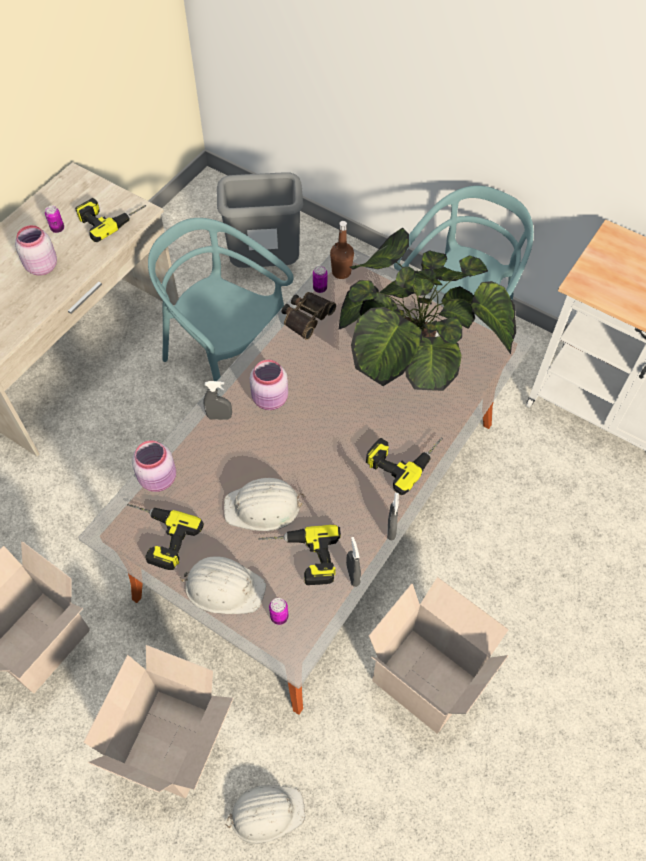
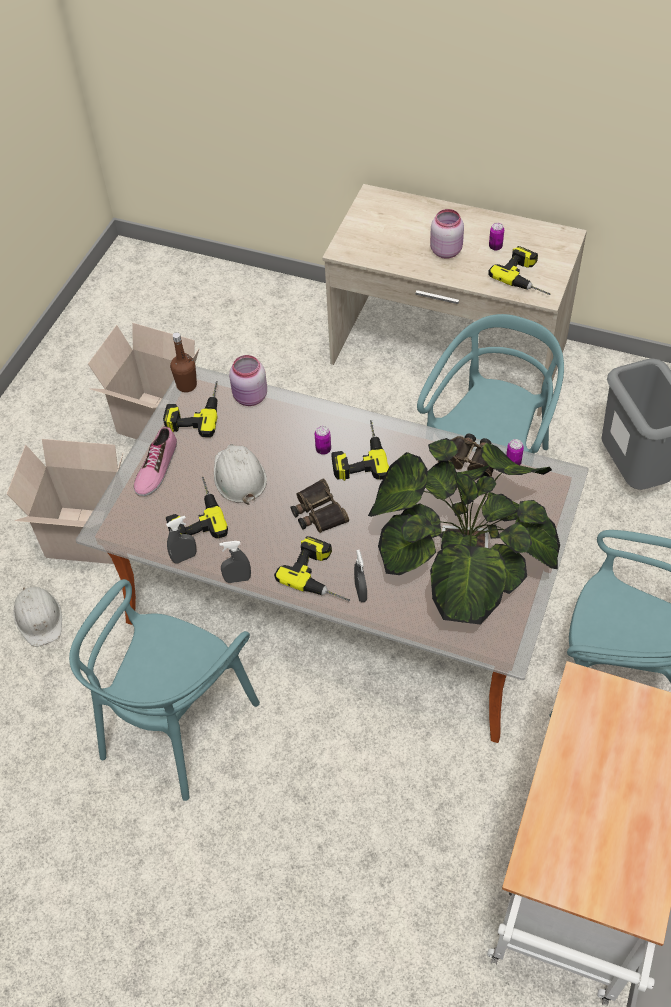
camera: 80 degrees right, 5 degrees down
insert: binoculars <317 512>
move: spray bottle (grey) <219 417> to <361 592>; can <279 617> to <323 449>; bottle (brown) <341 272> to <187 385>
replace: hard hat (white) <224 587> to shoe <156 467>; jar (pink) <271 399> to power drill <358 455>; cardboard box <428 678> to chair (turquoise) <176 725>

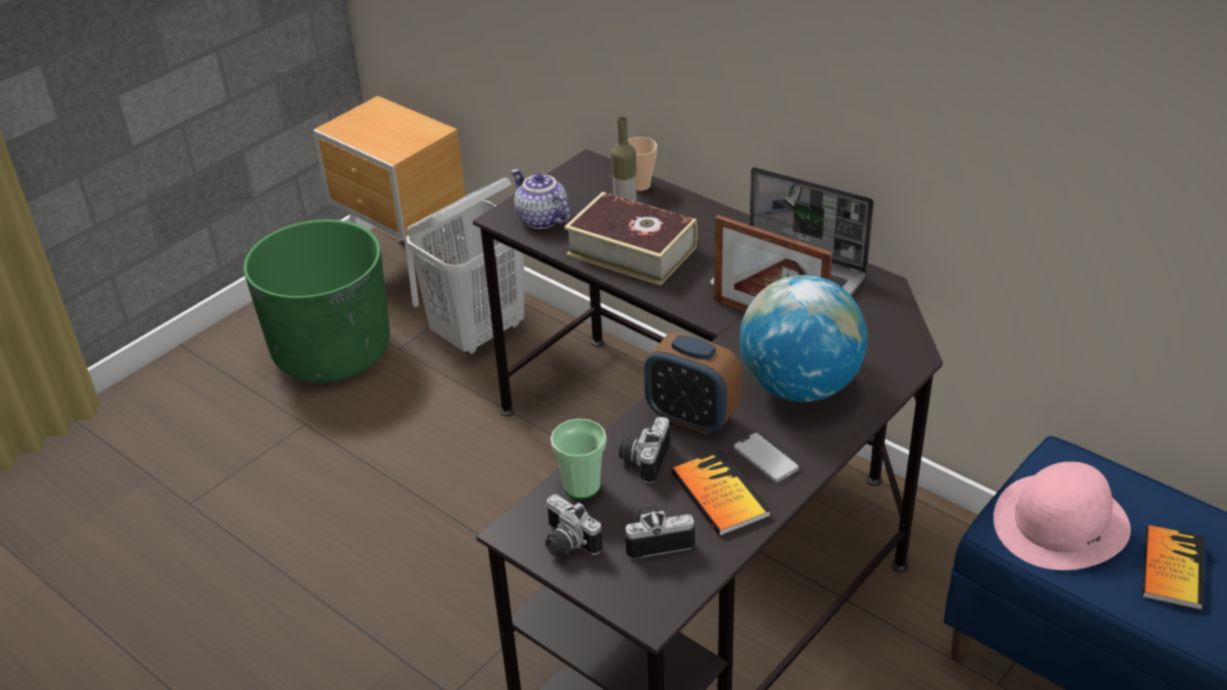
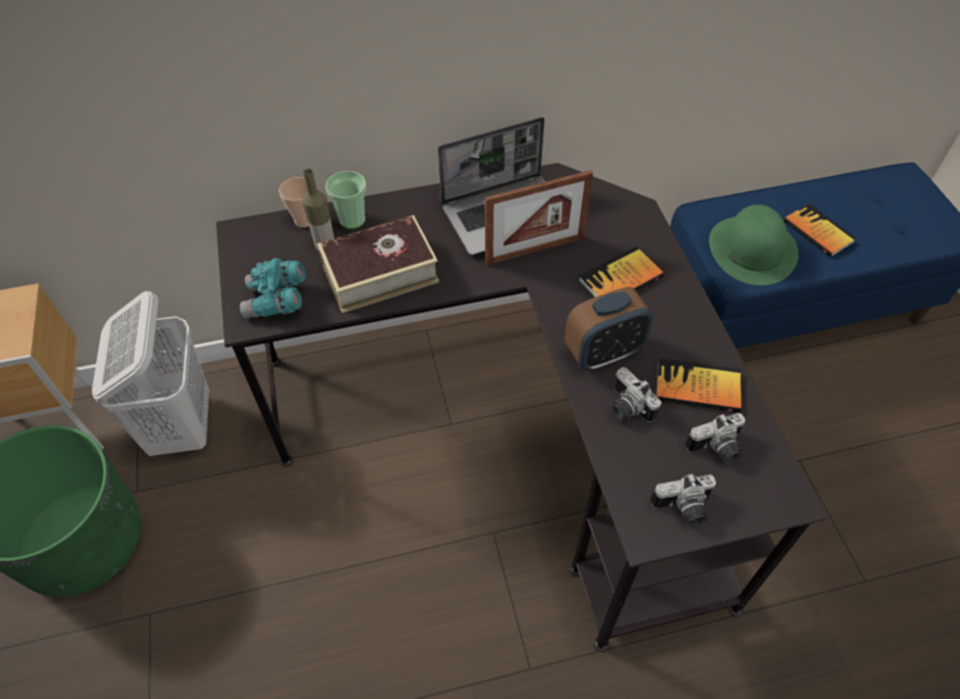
camera: 55 degrees left, 15 degrees up
delete: phone <765 458>
move: cup <582 486> to <352 220>
replace: teapot <540 219> to binoculars (turquoise) <277 301>; globe <799 386> to book <620 279>
recolor: hat (pink) <1061 522> to hat (green) <751 249>
rotate: photo camera <657 539> = <717 449> 135 degrees counterclockwise

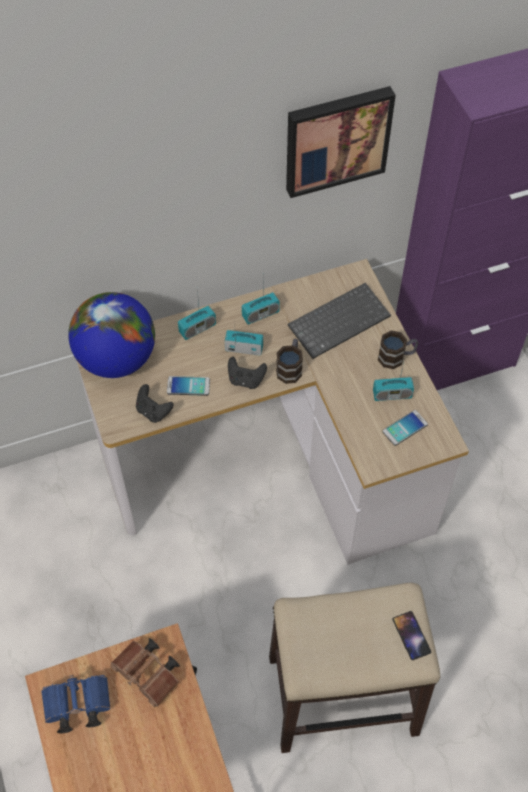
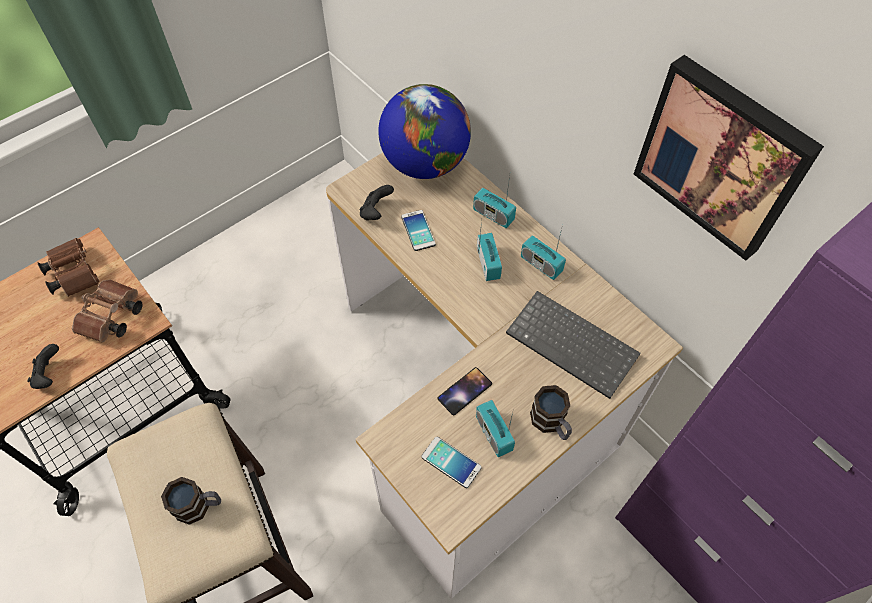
camera: 70 degrees right, 0 degrees up
move: game controller (black) <246 380> to <50 375>; mug <290 368> to <199 506>; phone <411 635> to <464 391>
recolor: binoculars (blue) <76 706> to binoculars (brown) <73 273>

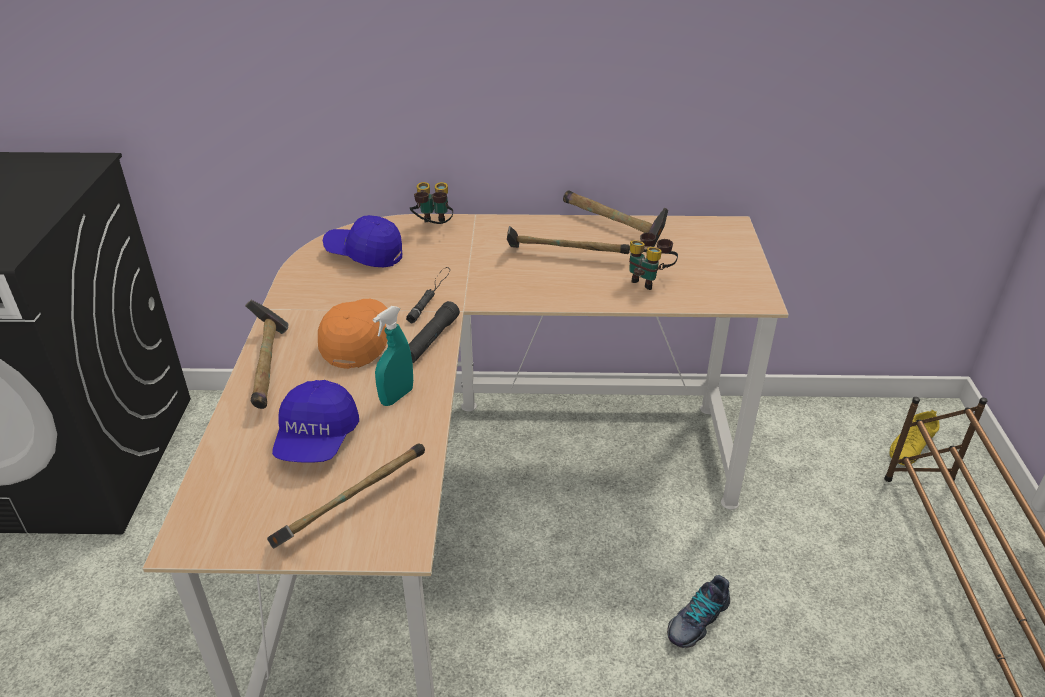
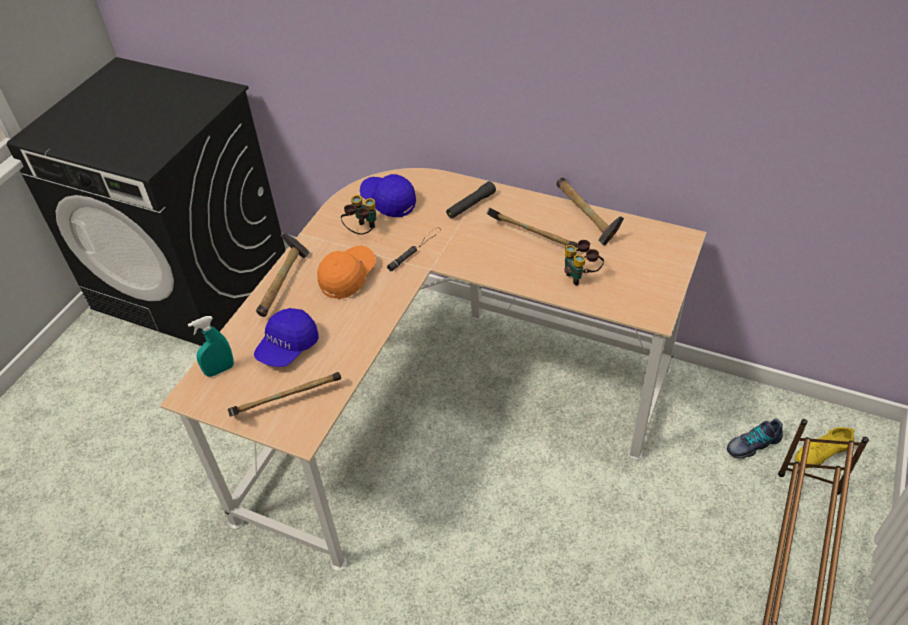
camera: 25 degrees right, 10 degrees up
move: spray bottle (turquoise) <396 396> to <220 370>; flashlight (black) <431 340> to <471 205>; binoculars <433 227> to <362 231>; shoe <697 620> to <752 444>

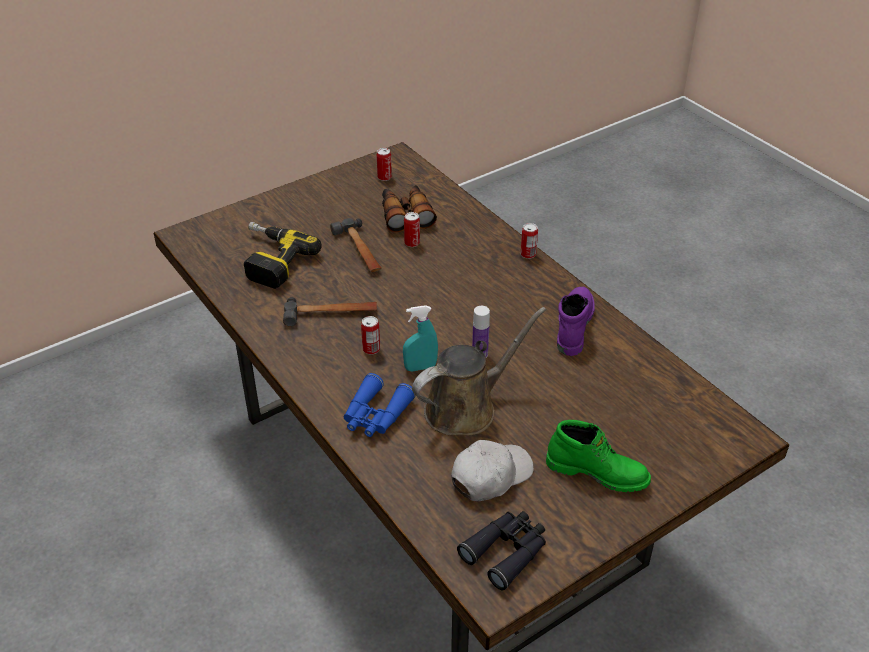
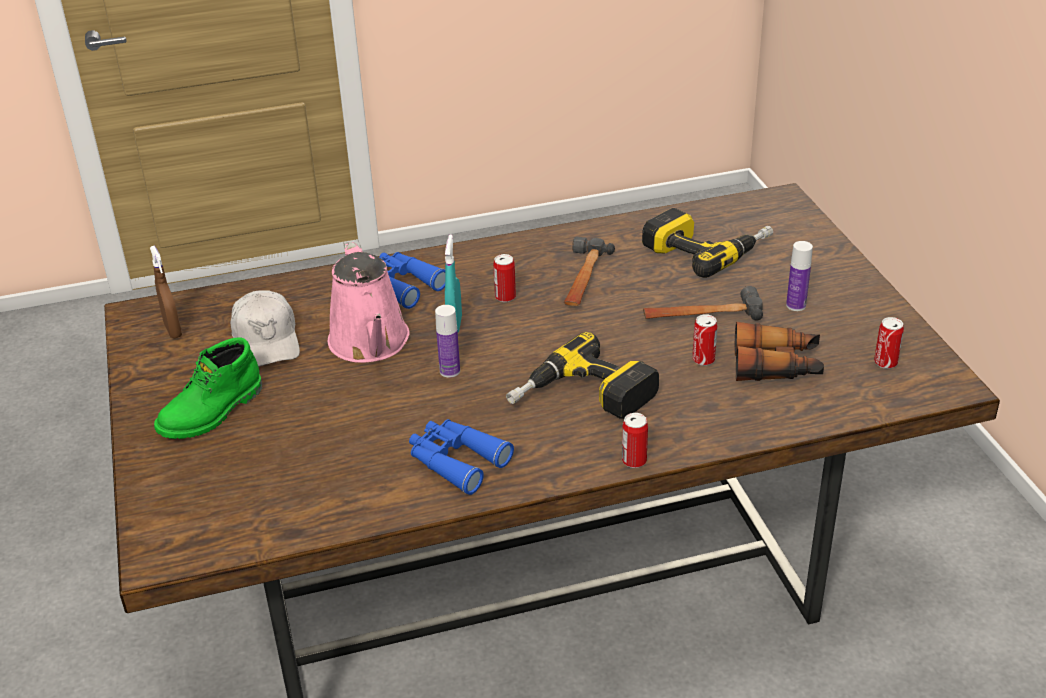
camera: 110 degrees right, 5 degrees down
insert: power drill <582 398>; bottle <796 305>
replace: binoculars (black) <506 551> to spray bottle (brown) <173 330>; boot (purple) <572 326> to binoculars (blue) <456 461>
recolor: watering can (brown) <466 408> to watering can (pink) <370 344>

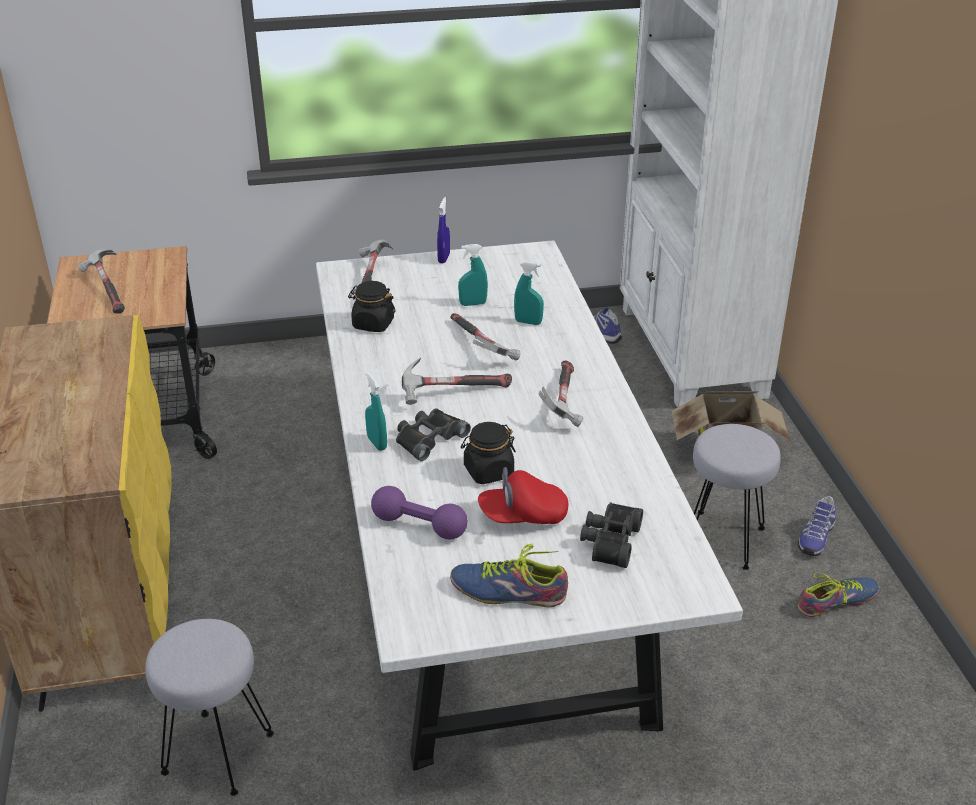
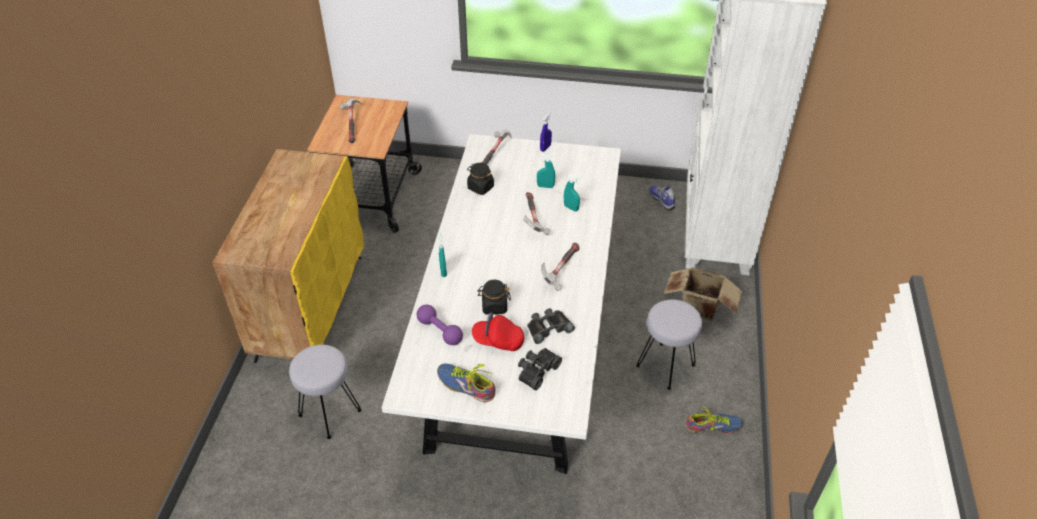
camera: 20 degrees right, 10 degrees up
delete: hammer <452 393>; shoe <815 537>
move: binoculars (black) <428 438> to <548 327>

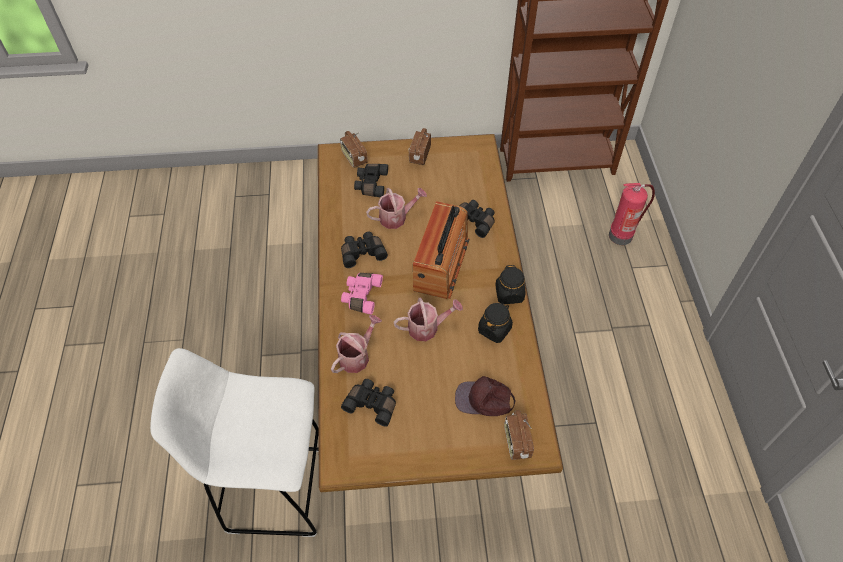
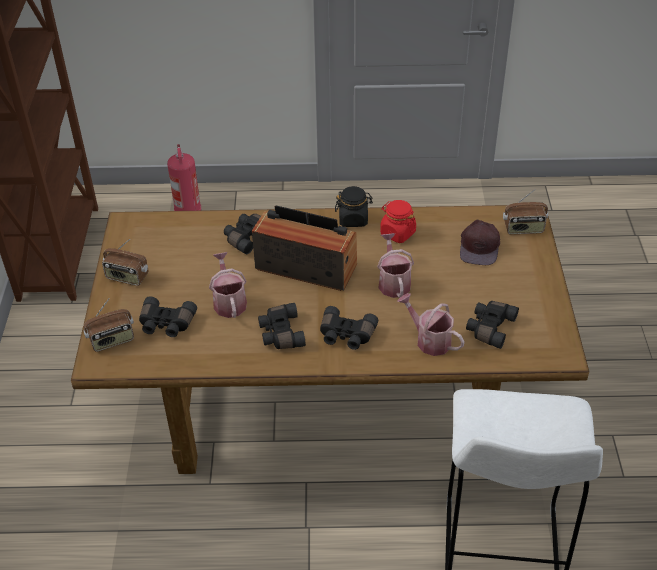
camera: 85 degrees left, 10 degrees down
recolor: binoculars (pink) <361 296> to binoculars (black) <346 335>; jar (black) <494 329> to jar (red) <397 233>

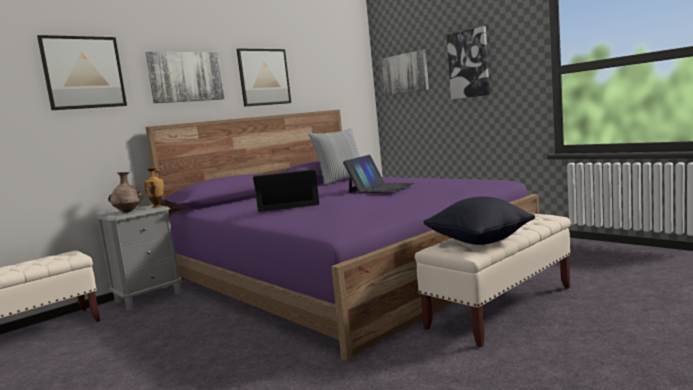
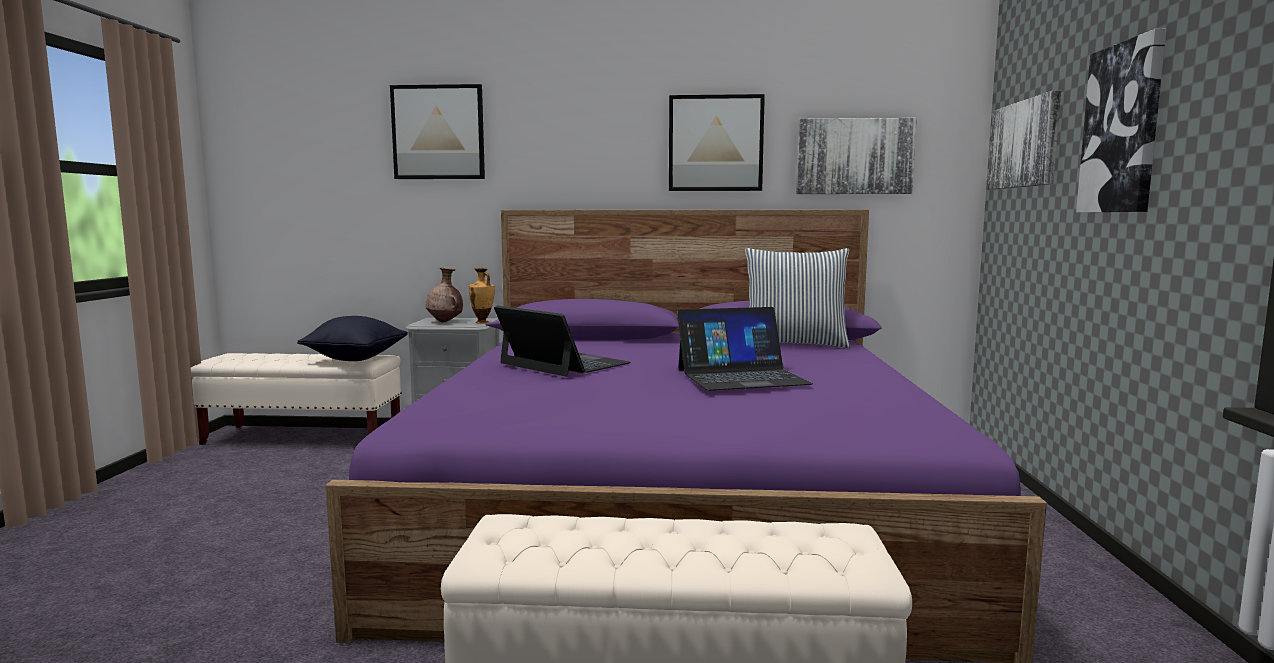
camera: 45 degrees right, 0 degrees up
move: picture <186 77> to <854 156>; pillow (black) <479 241> to <355 359>

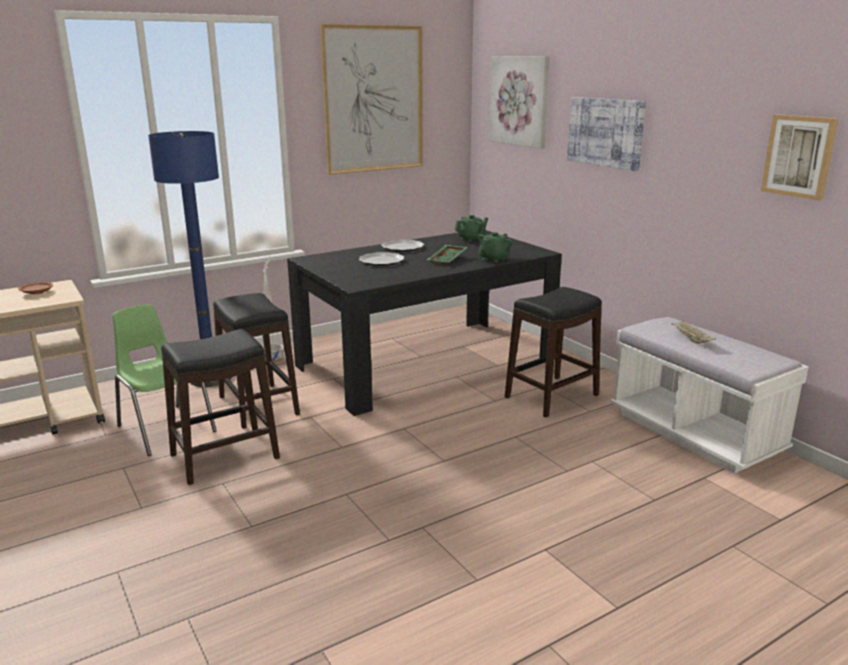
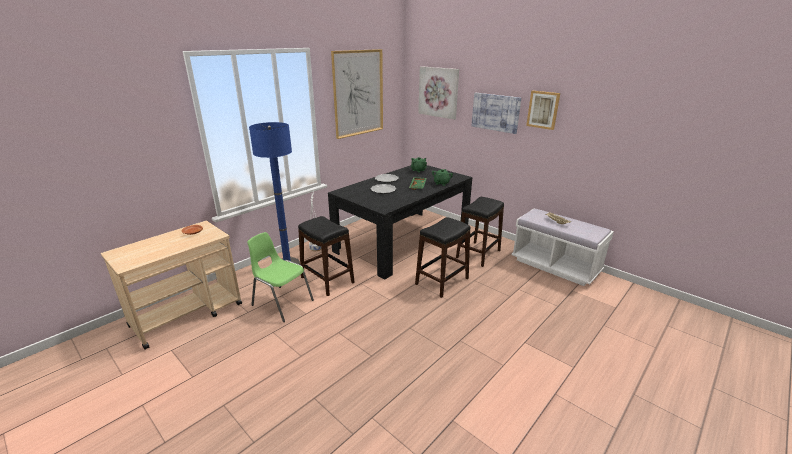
camera: 15 degrees left, 5 degrees up
move: stool (black) <225 456> to <442 281>; picture <799 156> to <543 110>

